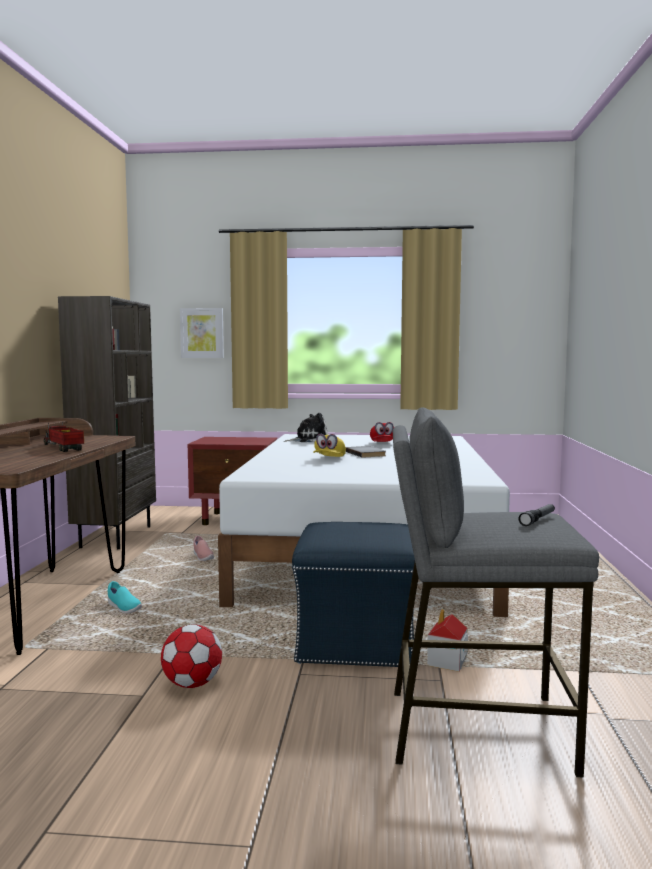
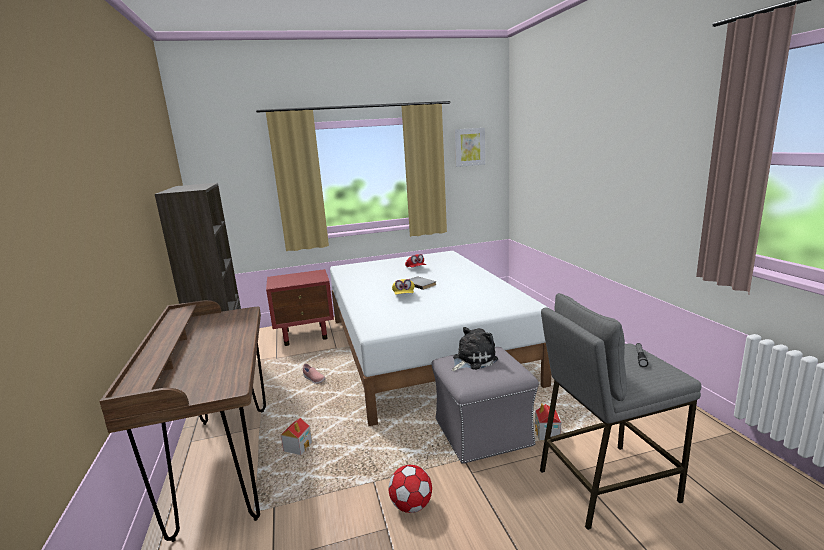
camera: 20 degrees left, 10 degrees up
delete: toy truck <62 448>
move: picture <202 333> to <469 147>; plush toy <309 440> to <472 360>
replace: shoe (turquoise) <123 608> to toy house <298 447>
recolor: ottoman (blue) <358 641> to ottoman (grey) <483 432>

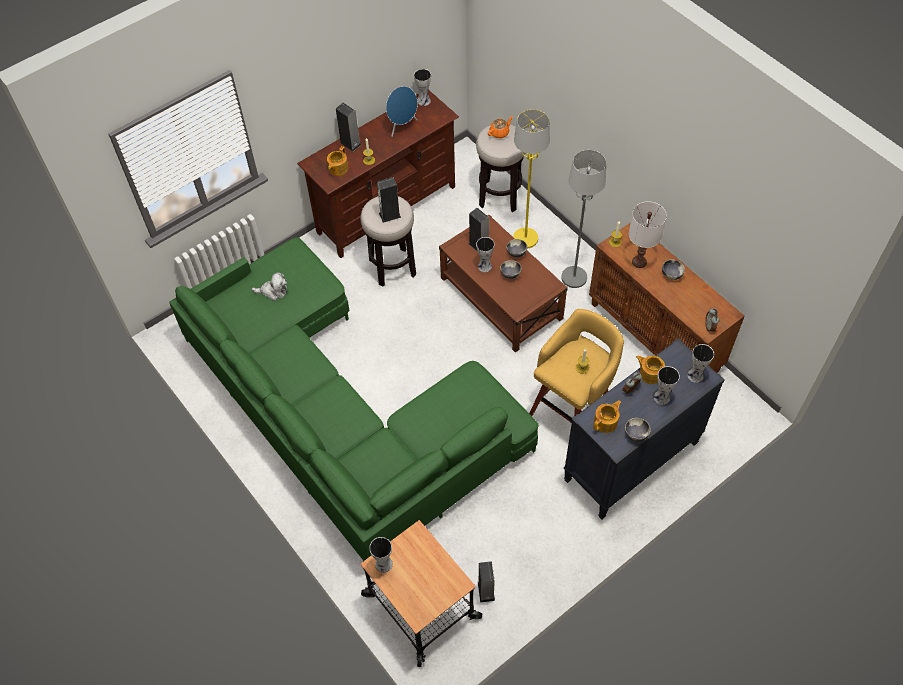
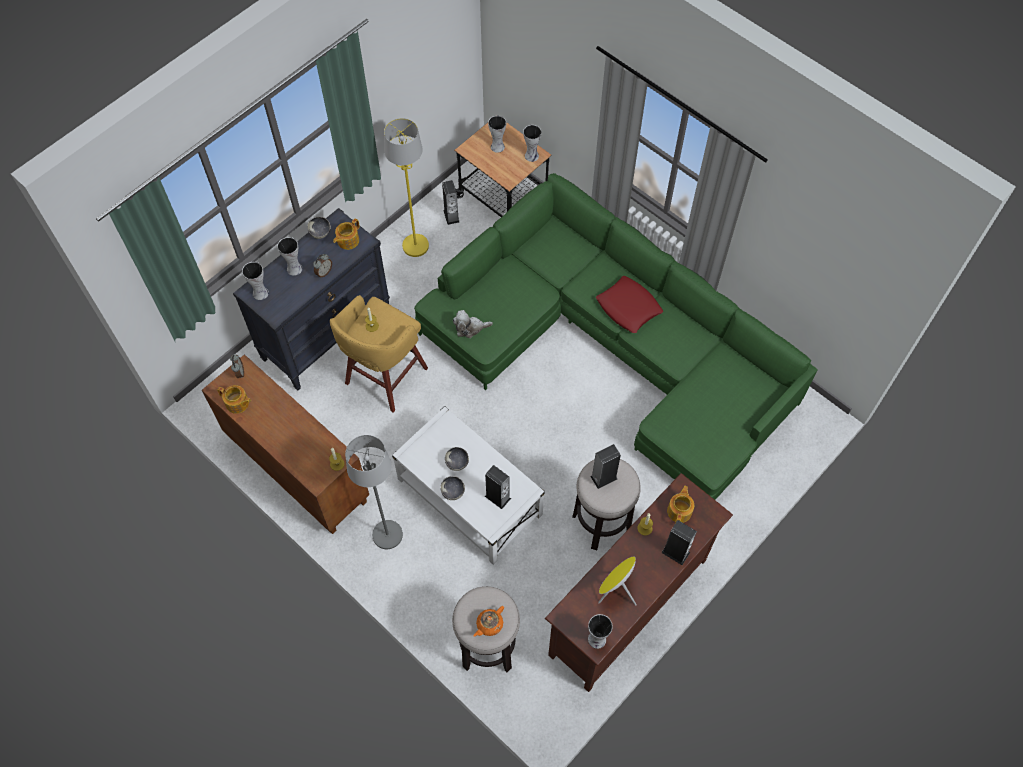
camera: 170 degrees right, 5 degrees up
delete: table lamp (white) <639 262>; bowl <671 275>
insert: pillow (red) <628 308>
move: plush toy <273 291> to <470 328>; vase <485 267> to <497 146>; floor lamp (yellow) <525 238> to <416 245>; teapot <650 373> to <237 403>
recolor: speaker (blue) <402 126> to speaker (yellow) <616 589>; coffee table (brown) <501 298> to coffee table (white) <470 497>

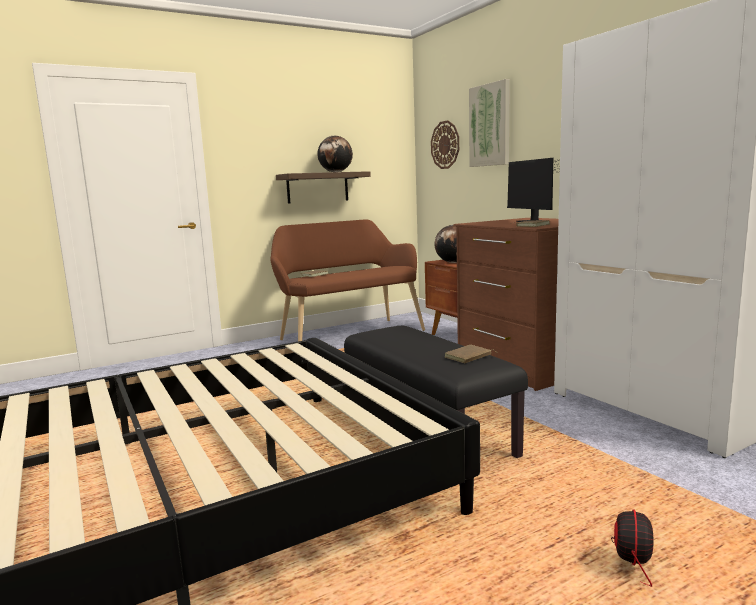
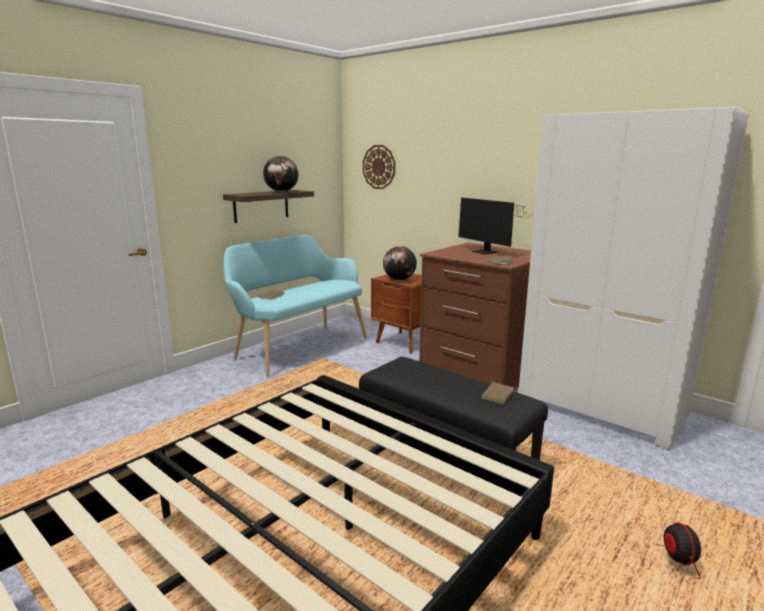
camera: 20 degrees left, 5 degrees up
delete: picture <490 125>
recolor: bench (brown) <348 334> to bench (turquoise) <298 347>

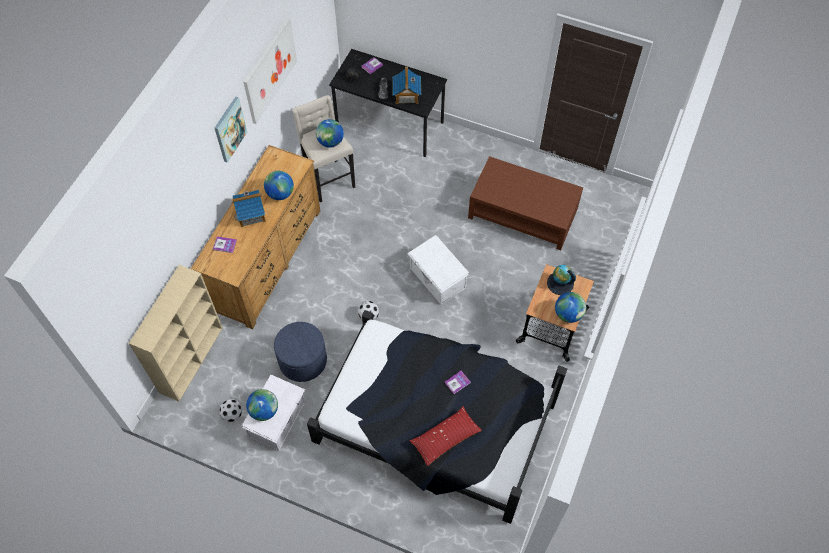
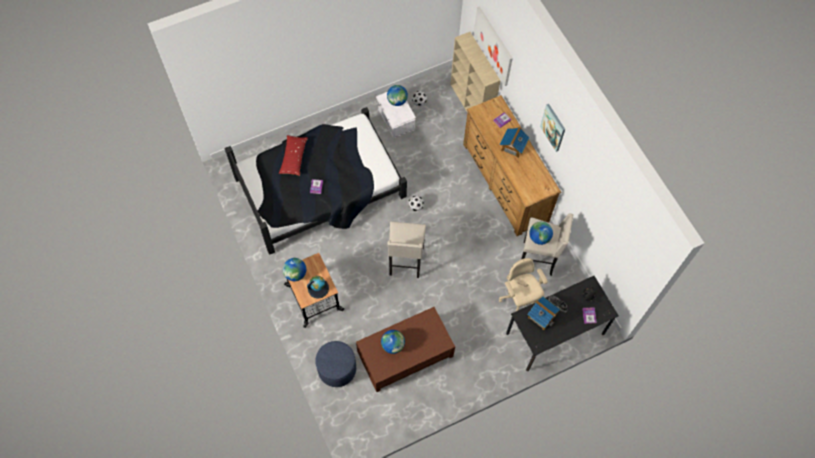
camera: 130 degrees right, 5 degrees up
insert: office chair (beige) <519 299>
move: picture <269 70> to <493 46>; globe <280 194> to <393 345>; ottoman (blue) <303 360> to <337 368>
replace: storage box (white) <437 279> to stool (beige) <405 262>

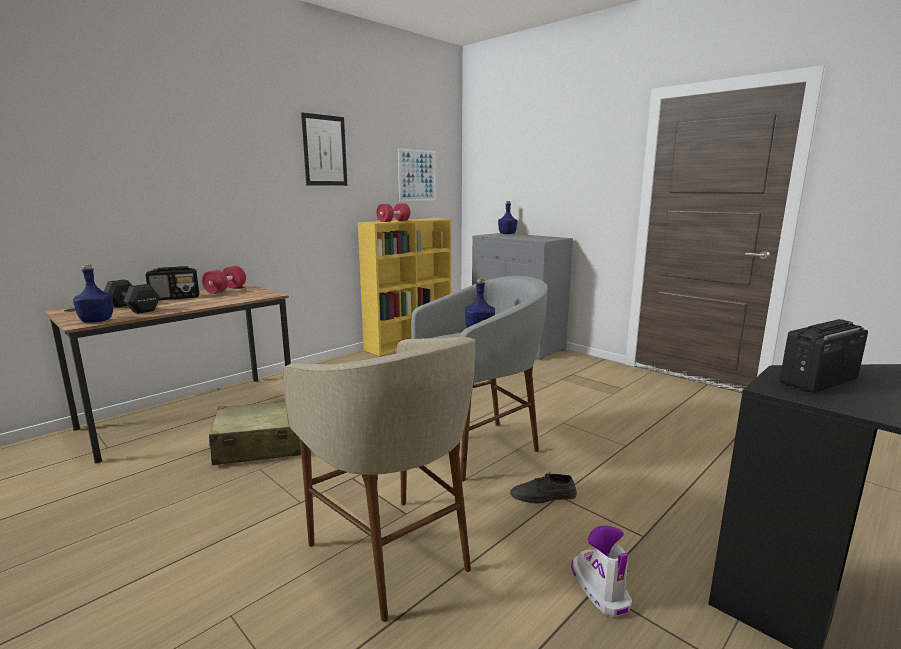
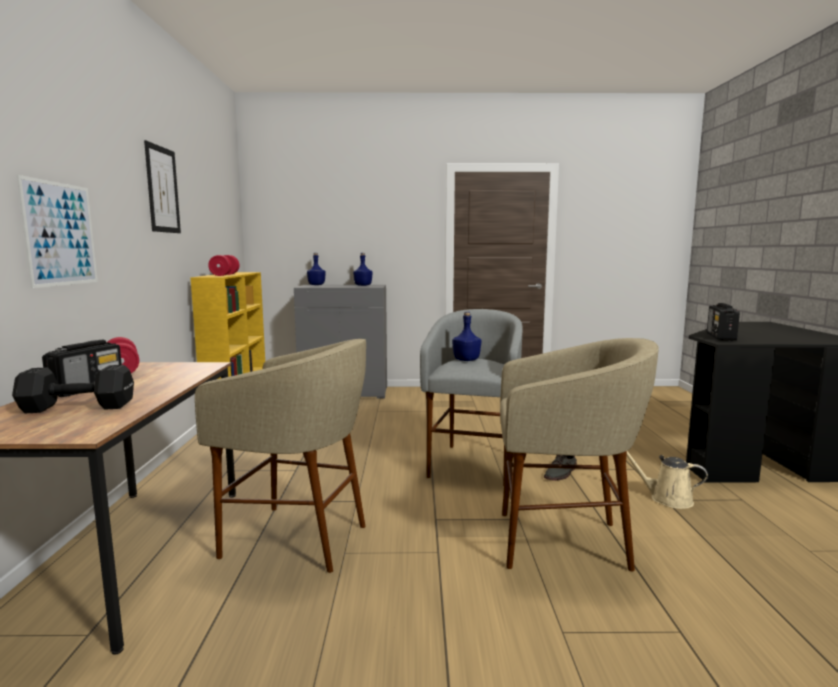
camera: 45 degrees left, 5 degrees down
move: bottle (blue) <96 321> to <363 285>; picture <417 175> to <60 234>
replace: suitcase (beige) <259 446> to stool (beige) <297 539>; boot <599 588> to watering can (beige) <666 499>

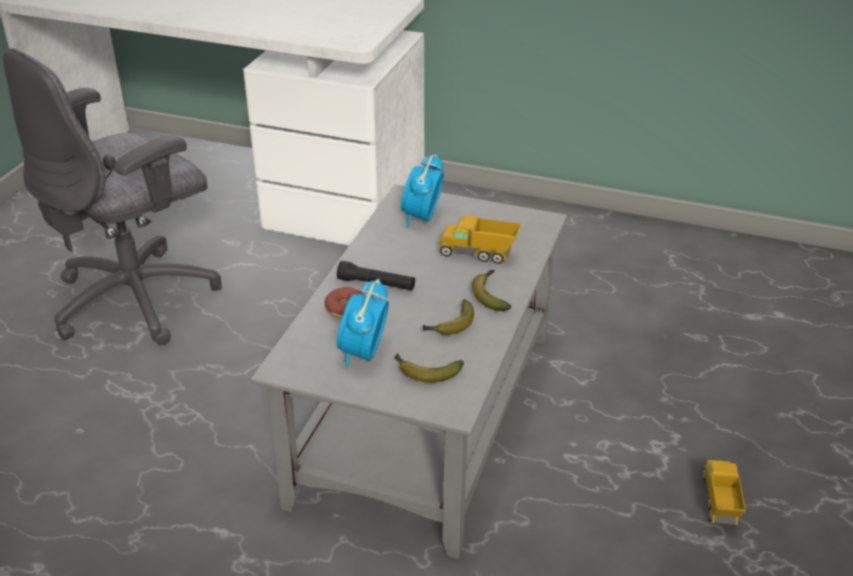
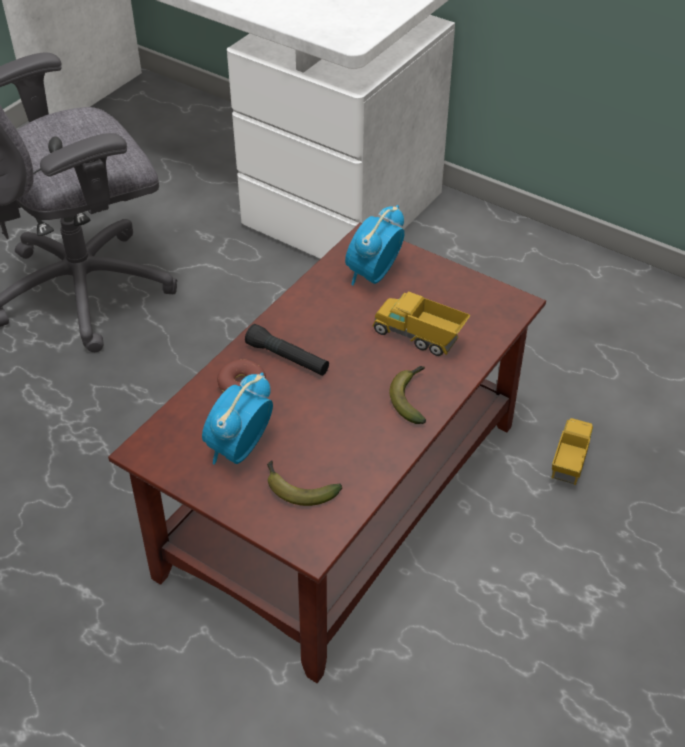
camera: 15 degrees right, 10 degrees up
delete: banana <450 325>
move: toy truck <719 503> to <569 461>
recolor: coffee table (grey) <426 418> to coffee table (brown) <341 501>

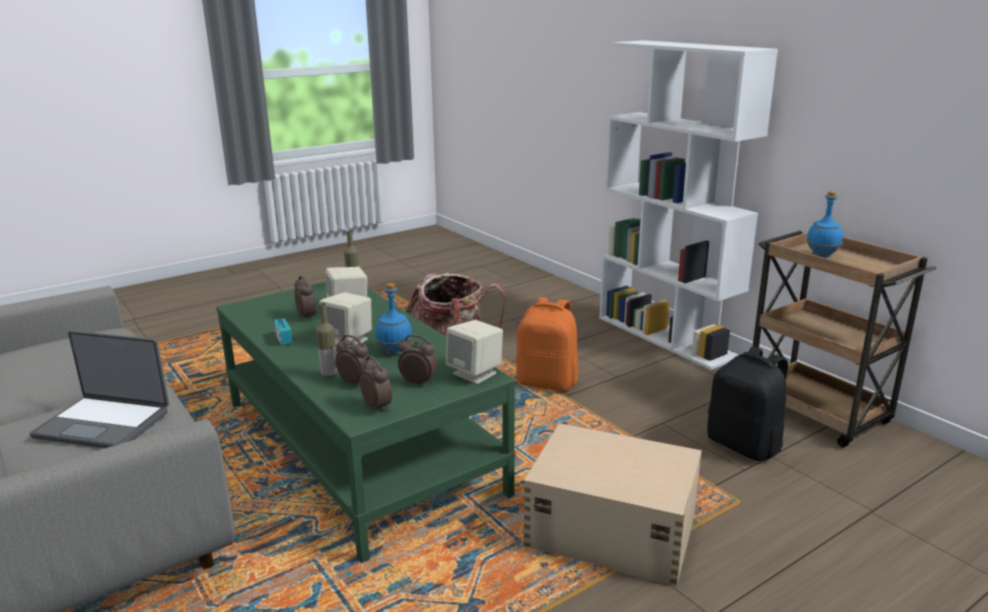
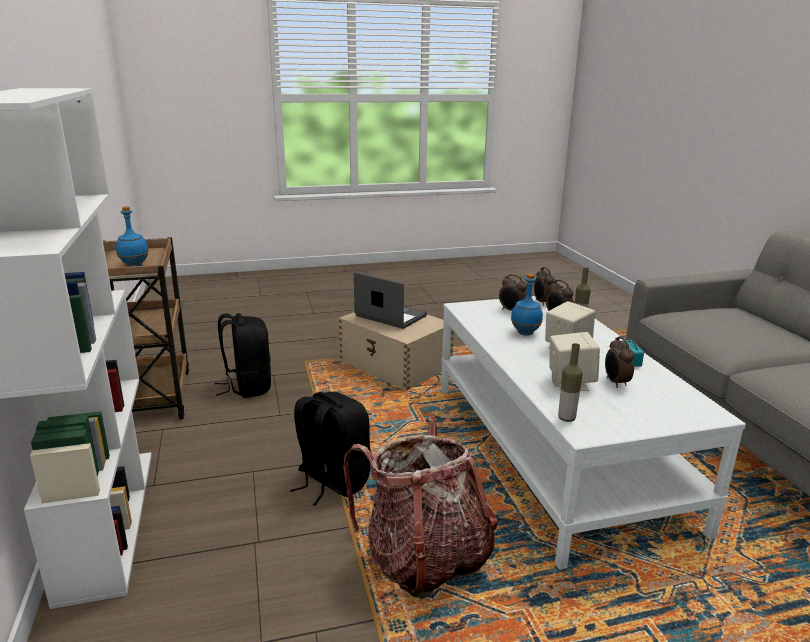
camera: 160 degrees left, 0 degrees up
delete: speaker (beige) <475 373>
move: laptop <104 423> to <389 316>
recolor: coffee table (green) <358 446> to coffee table (white) <554 452>; backpack (orange) <547 382> to backpack (black) <331 482>

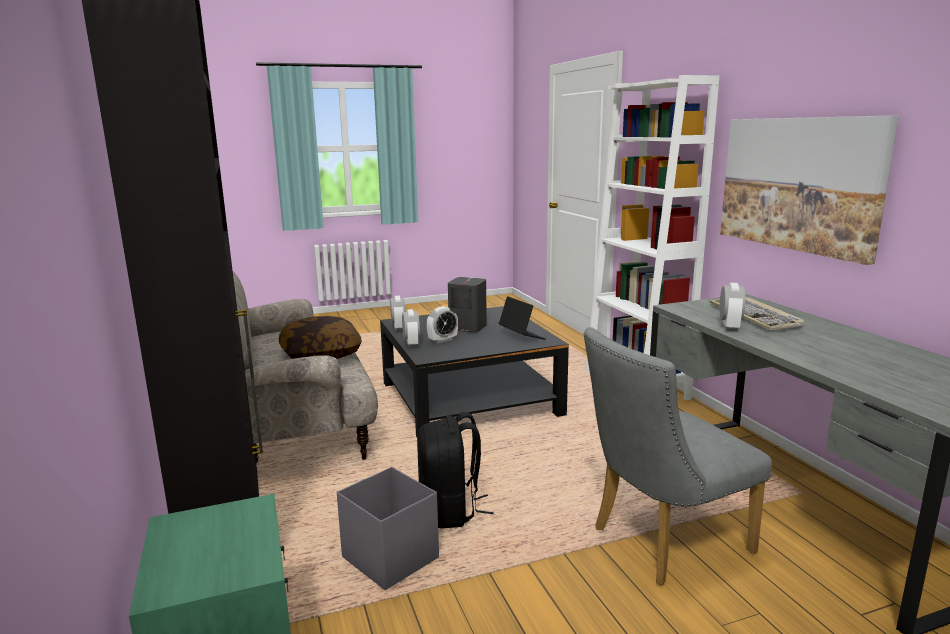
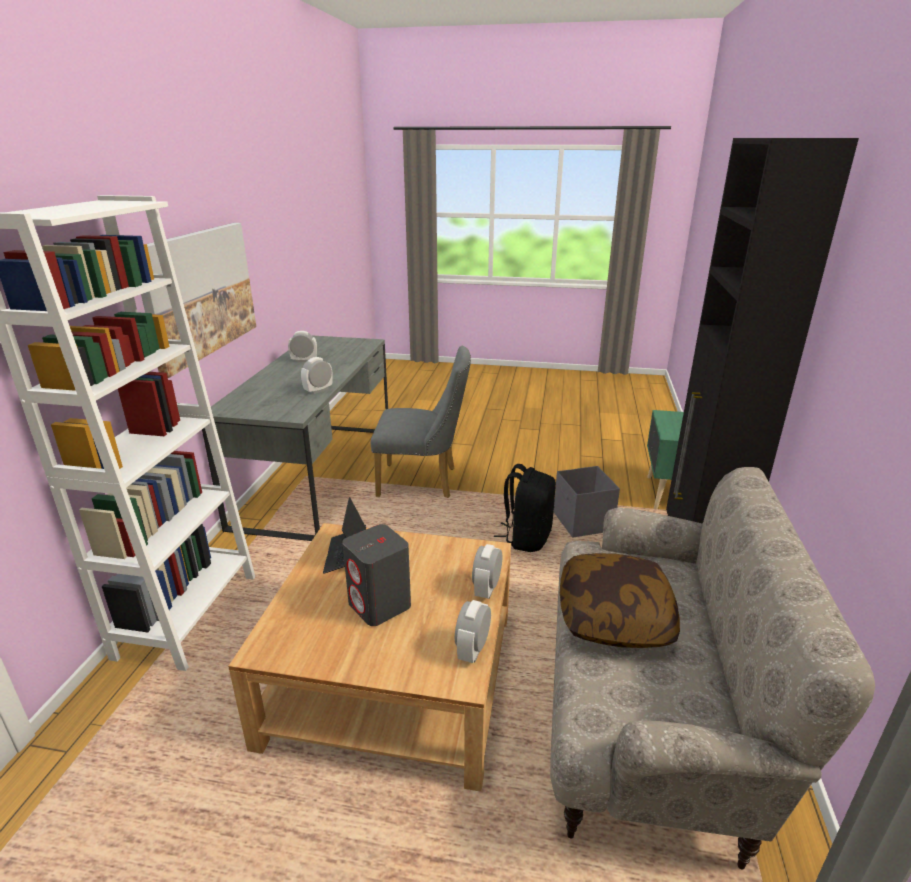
camera: 150 degrees left, 10 degrees up
delete: keyboard <755 317>
move: alarm clock <442 340> to <304 360>
recolor: coffee table (black) <469 399> to coffee table (beige) <393 677>

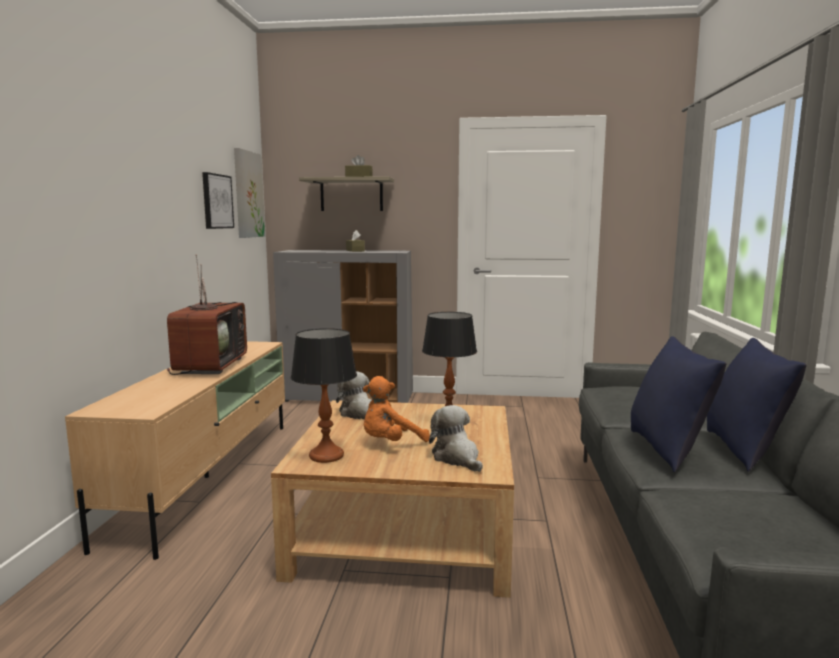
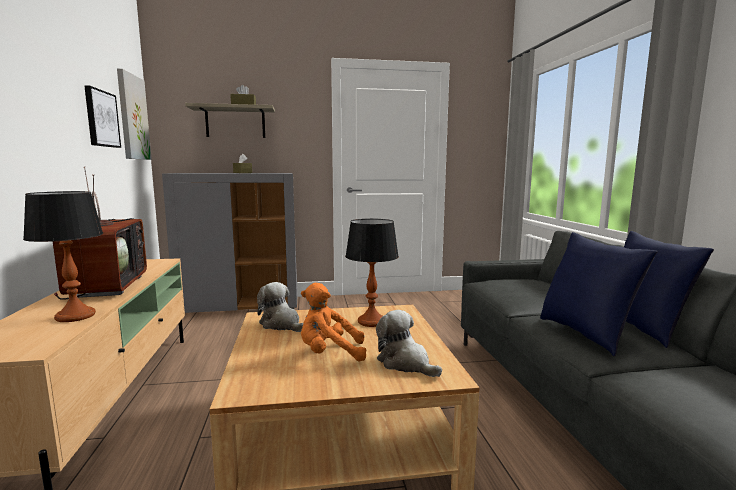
camera: 15 degrees left, 0 degrees up
move: table lamp <326 455> to <75 316>
rotate: plush toy (orange) <391 443> = <330 354> 45 degrees clockwise

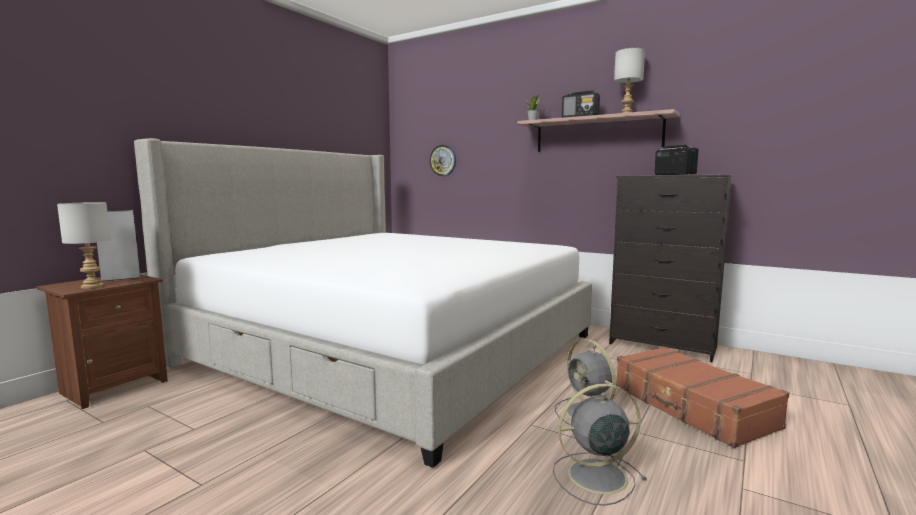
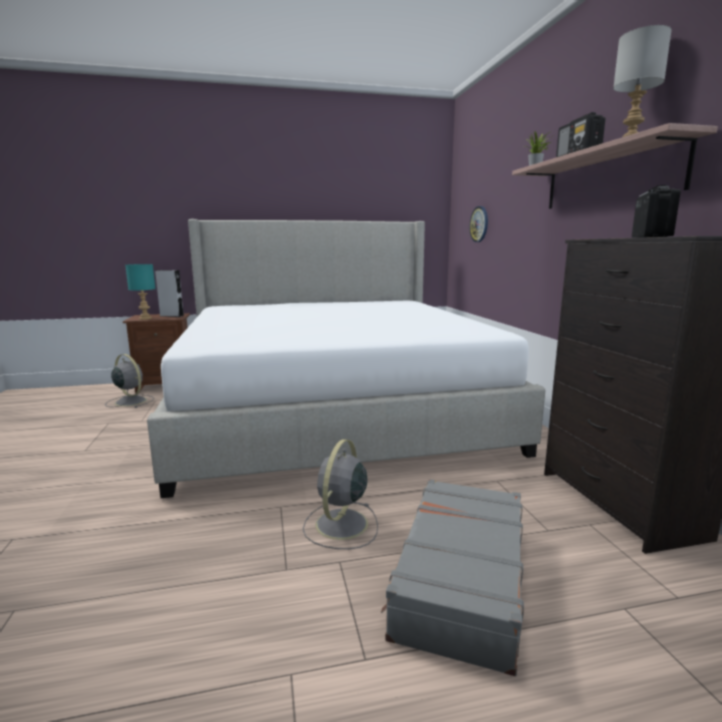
camera: 45 degrees right, 5 degrees up
move: fan (grey) <594 476> to <130 401>
recolor: table lamp (grey) <93 286> to table lamp (turquoise) <145 318>; suitcase (brown) <692 407> to suitcase (grey) <459 579>

